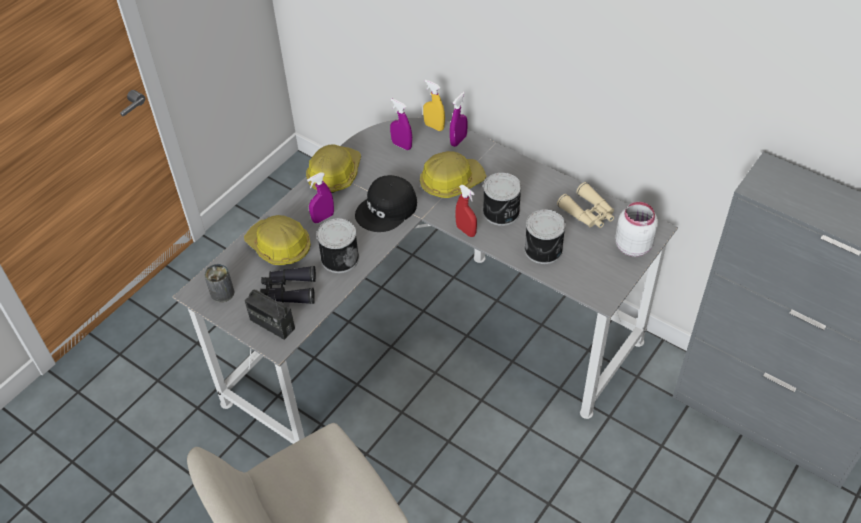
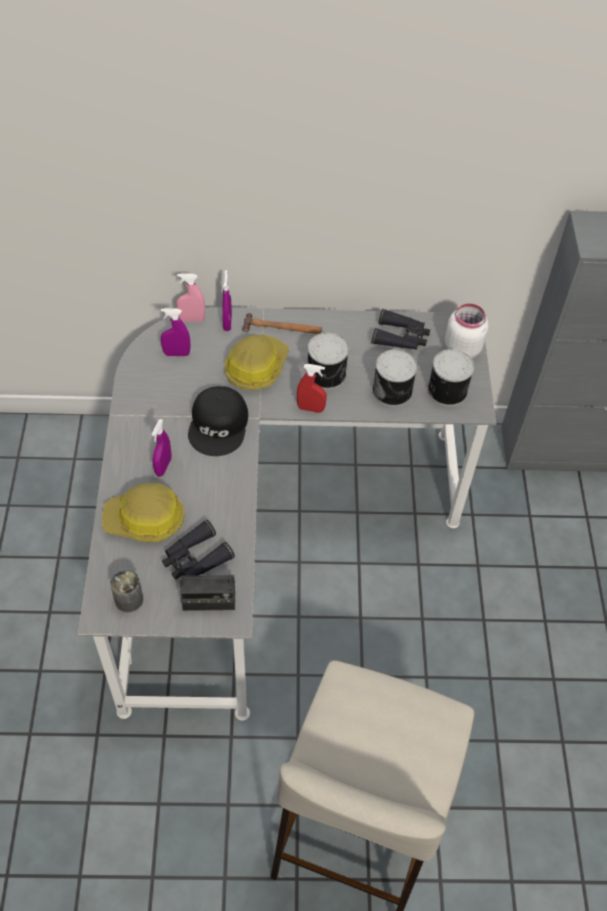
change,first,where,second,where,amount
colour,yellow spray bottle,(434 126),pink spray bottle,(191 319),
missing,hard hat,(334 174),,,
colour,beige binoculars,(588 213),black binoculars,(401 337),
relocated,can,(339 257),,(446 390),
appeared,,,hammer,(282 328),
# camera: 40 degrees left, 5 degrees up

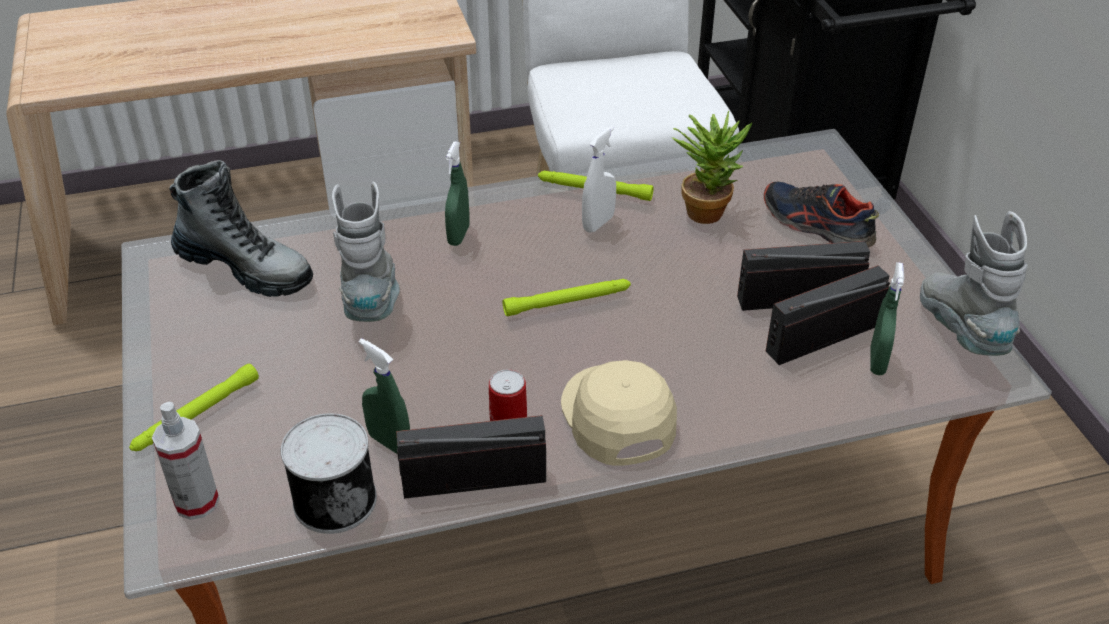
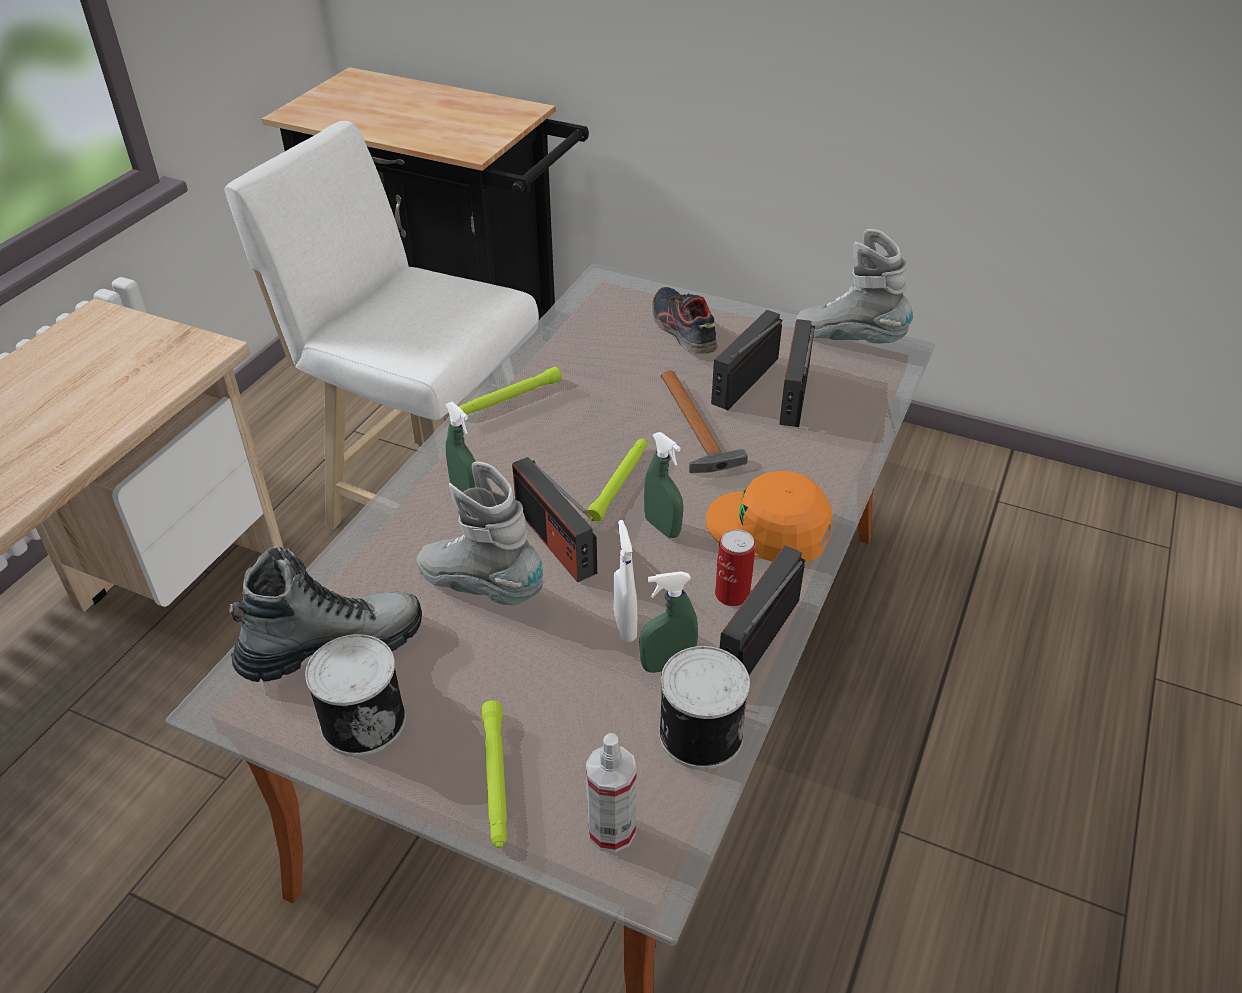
change,first,where,second,where,amount
missing,potted plant,(707 209),,,
relocated,white spray bottle,(598 223),,(624 626),
spun,shoe,(816 225),,(682 330),75 degrees clockwise
relocated,green spray bottle,(877 361),,(662 527),
colour,beige cap,(617 417),orange cap,(769 528),
appeared,,,hammer,(695 428),
appeared,,,radio,(555 540),
appeared,,,can,(363 719),
# camera: 50 degrees left, 0 degrees up

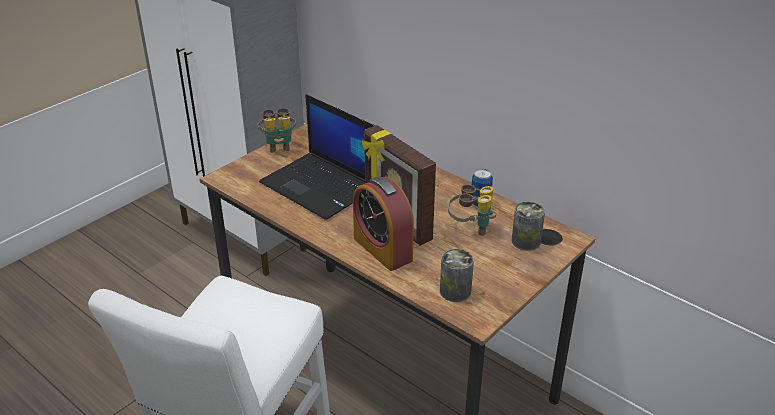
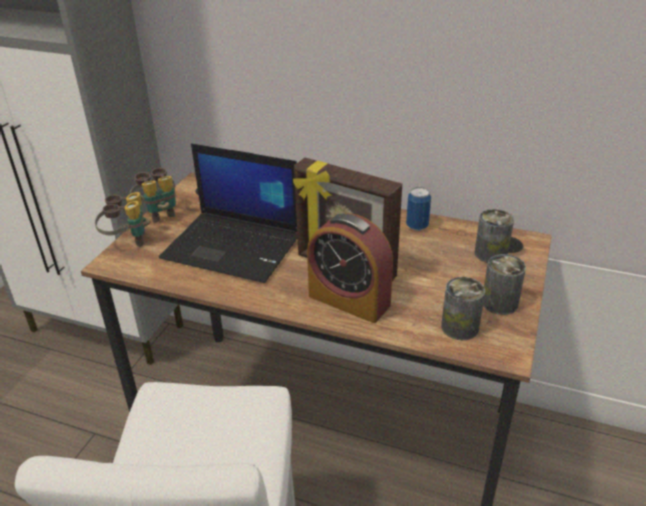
change,first,where,second,where,amount
relocated,binoculars,(470 227),,(127 241),
appeared,,,can,(499 303),
# camera: 20 degrees left, 0 degrees up

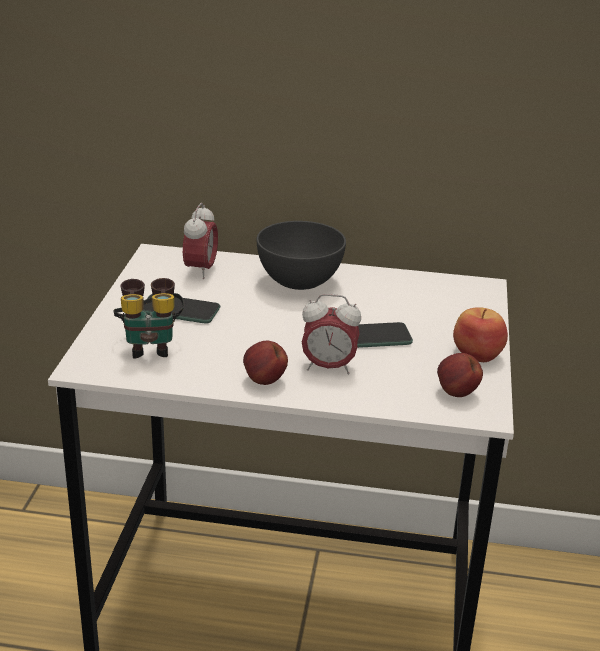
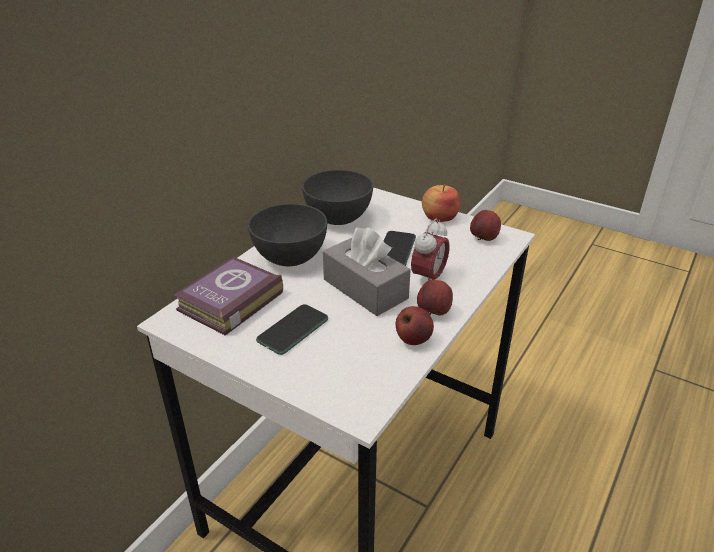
change,first,where,second,where,amount
exchanged,alarm clock,(200 270),book,(227 302),
missing,binoculars,(150 346),,,
appeared,,,grey bowl,(337 218),
appeared,,,grey tissue box,(365 289),
appeared,,,apple,(413 340),
# camera: 65 degrees left, 5 degrees up

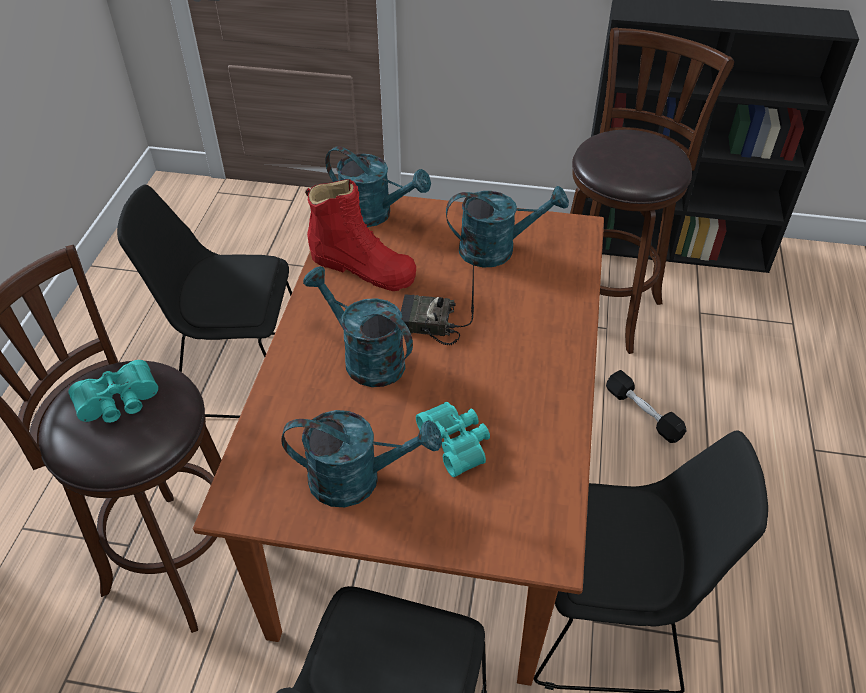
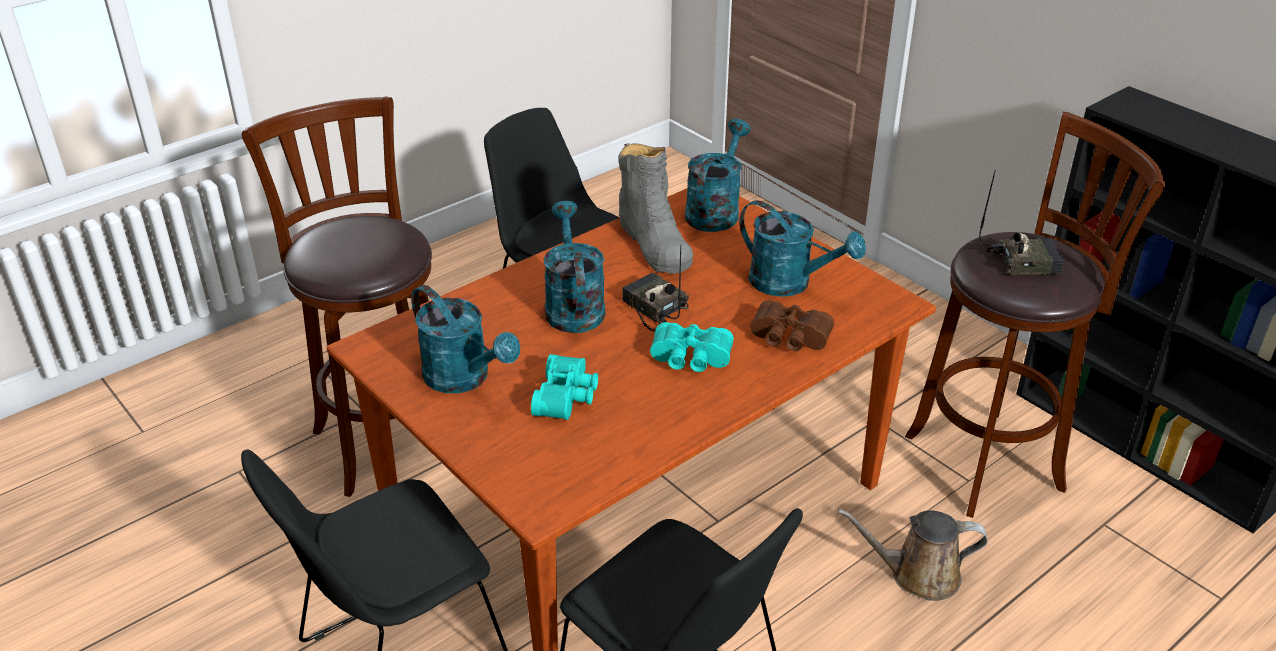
change,first,where,second,where,amount
spun,turquoise watering can,(375 214),,(715 210),135 degrees counterclockwise
colour,red boot,(362 267),grey boot,(654 243),
relocated,turquoise binoculars,(119 403),,(690 359),
exchanged,black dumbbell,(643 413),brown watering can,(917 575),
appeared,,,radio,(1023 261),
appeared,,,brown binoculars,(789 339),
# camera: 40 degrees right, 10 degrees down

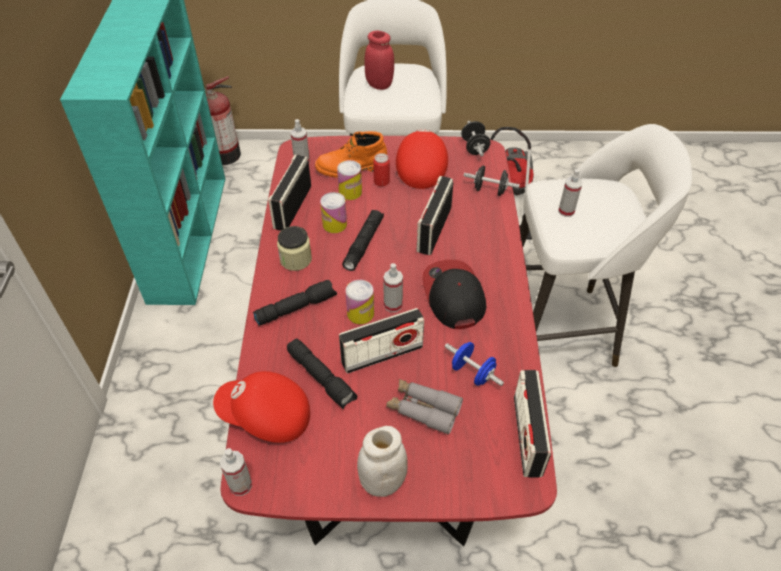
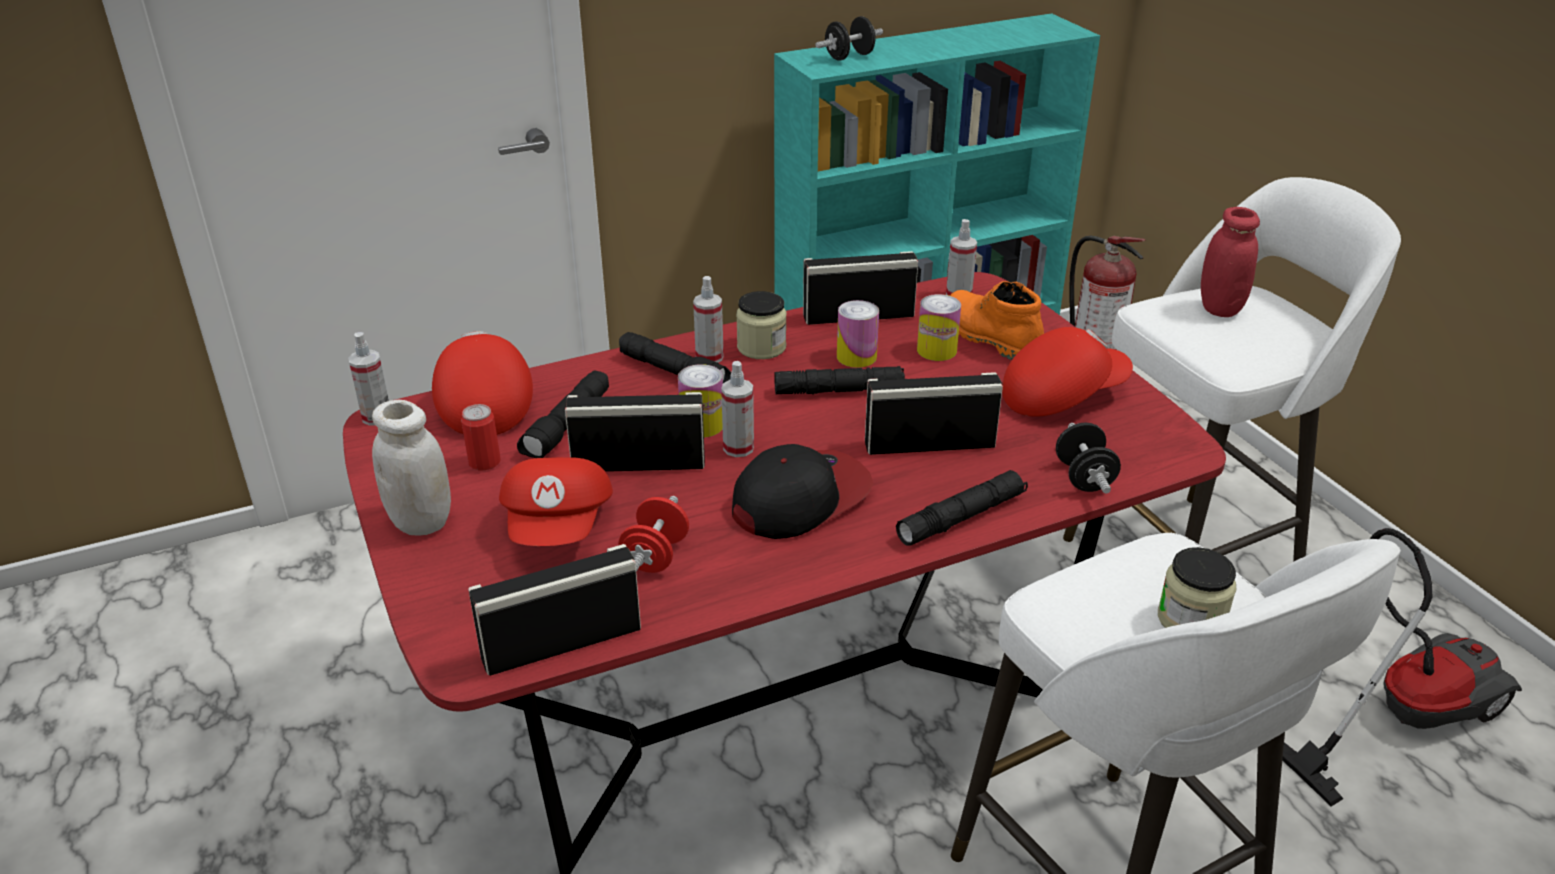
change,first,where,second,where,amount
relocated,black dumbbell,(474 147),,(849 57),
relocated,can,(381 181),,(484 462),
relocated,spray bottle,(566 211),,(709 357),
spun,radio,(382 354),,(638 463),135 degrees clockwise
colour,blue dumbbell,(472 372),red dumbbell,(655 556),
exchanged,grey binoculars,(423 409),red cap,(560 526),
appeared,,,black flashlight,(961 517),
appeared,,,jar,(1191 620),
# camera: 65 degrees right, 15 degrees down

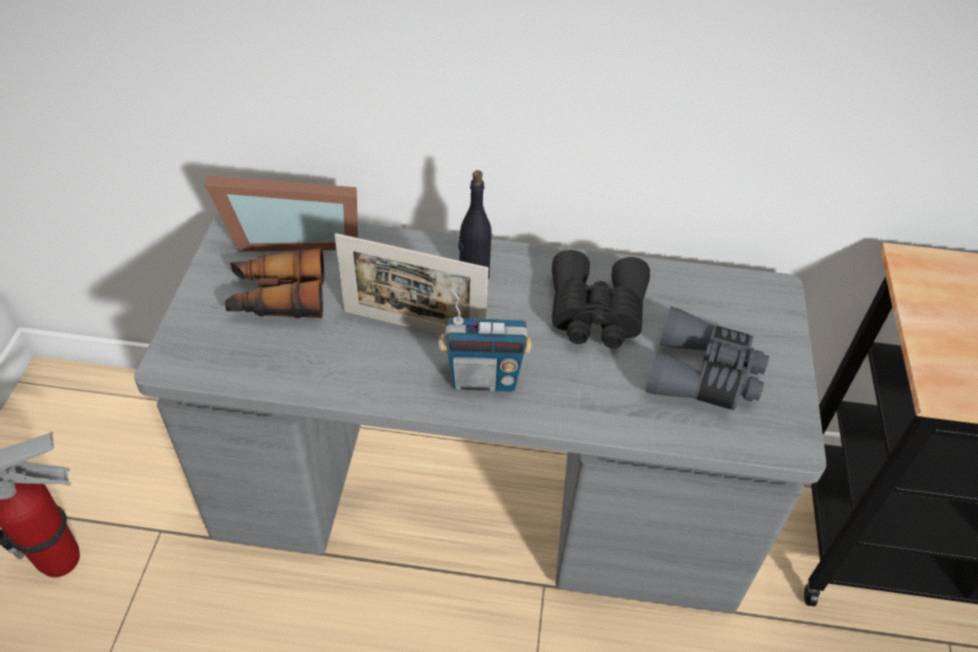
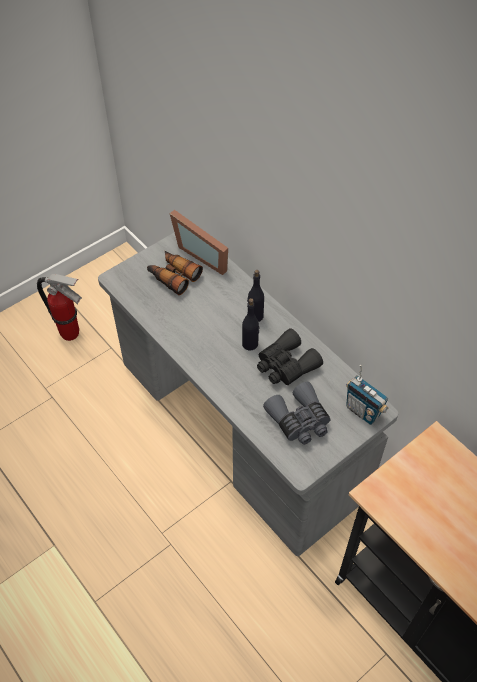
change,first,where,second,where,amount
missing,picture frame,(413 327),,,
relocated,radio,(483 379),,(363 411),
appeared,,,black bottle,(250 344),
# camera: 45 degrees right, 5 degrees up

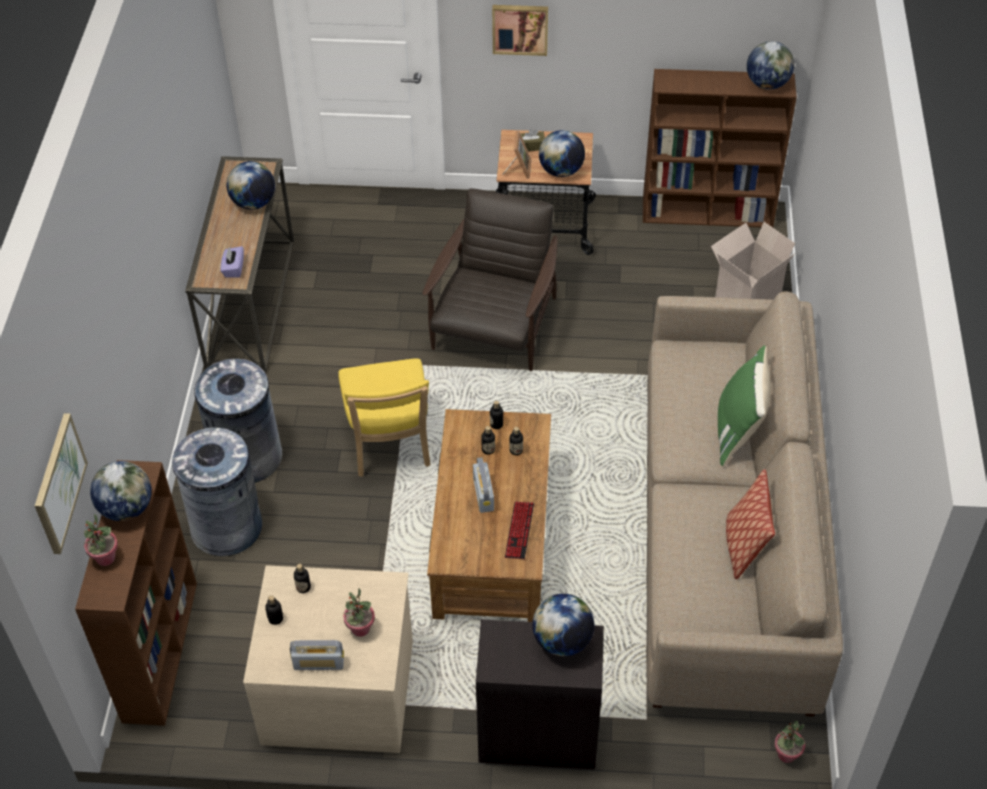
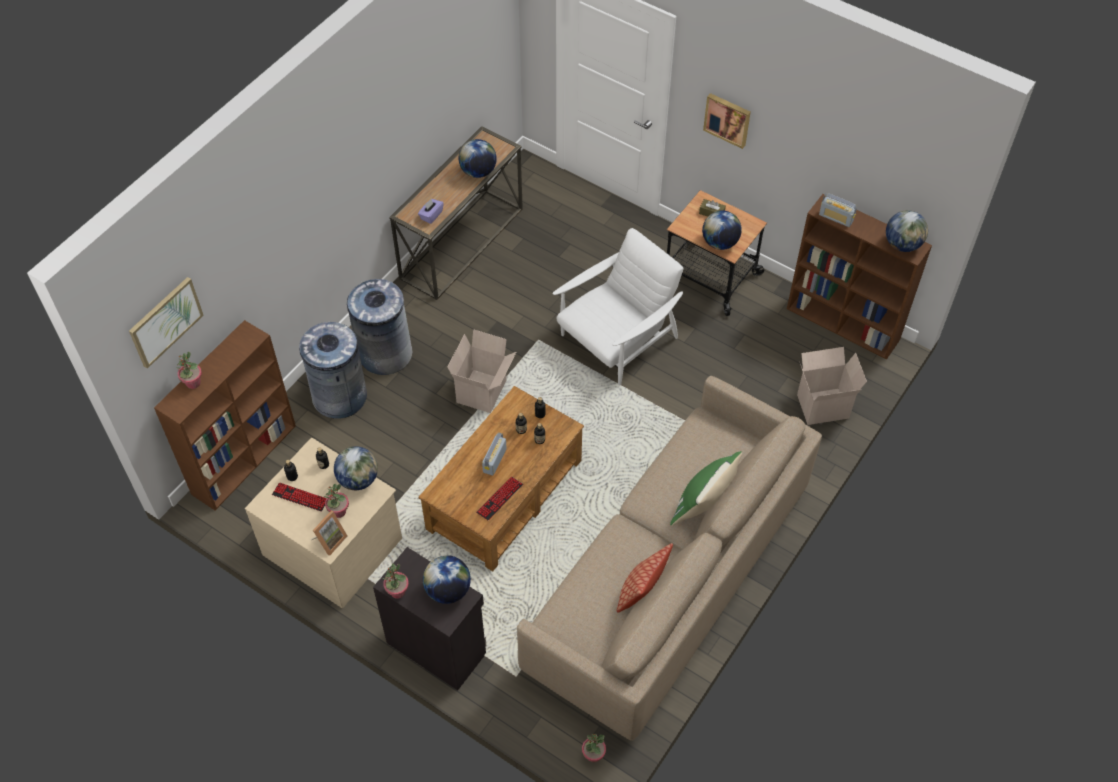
change,first,where,second,where,amount
relocated,picture frame,(518 169),,(330 540),
colour,brown armchair,(494 327),white armchair,(617 339),
exchanged,yellow chair,(389 446),cardboard box,(483 392),
relocated,globe,(126 508),,(358 479),
relocated,radio,(319 663),,(836 218),
appeared,,,keyboard,(300 497),
appeared,,,potted plant,(397 592),
# camera: 30 degrees right, 5 degrees up

